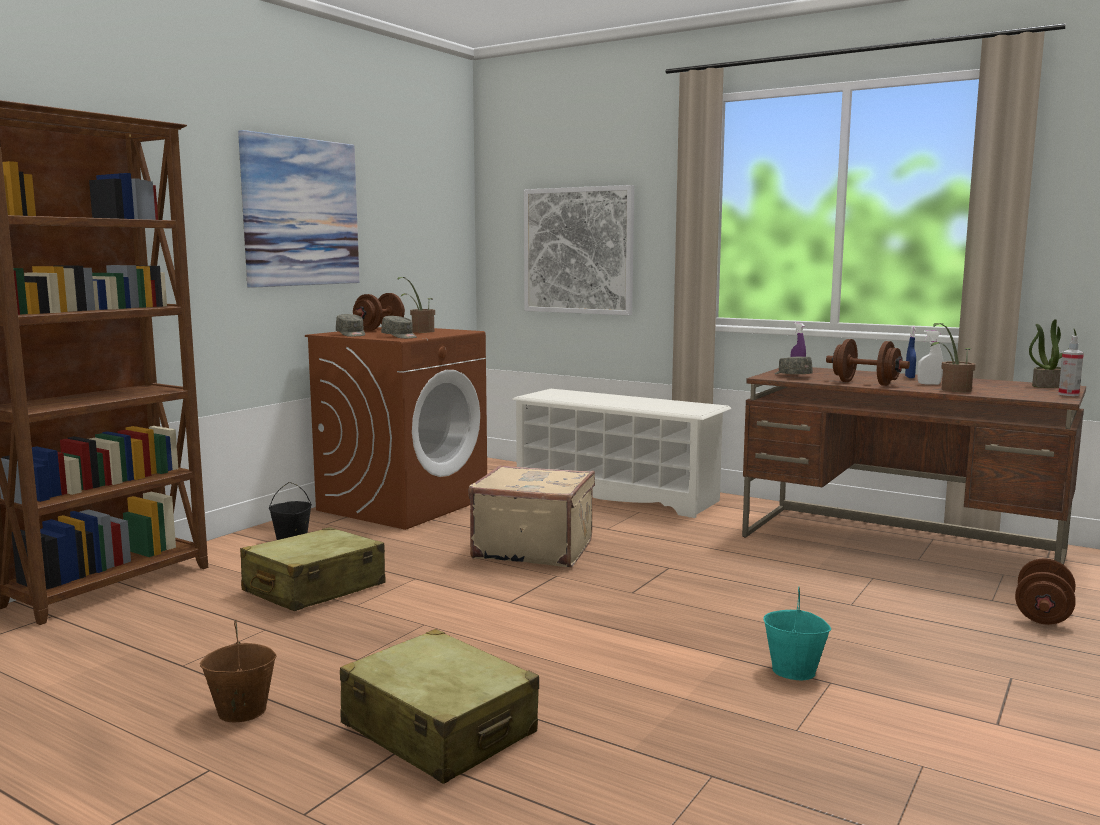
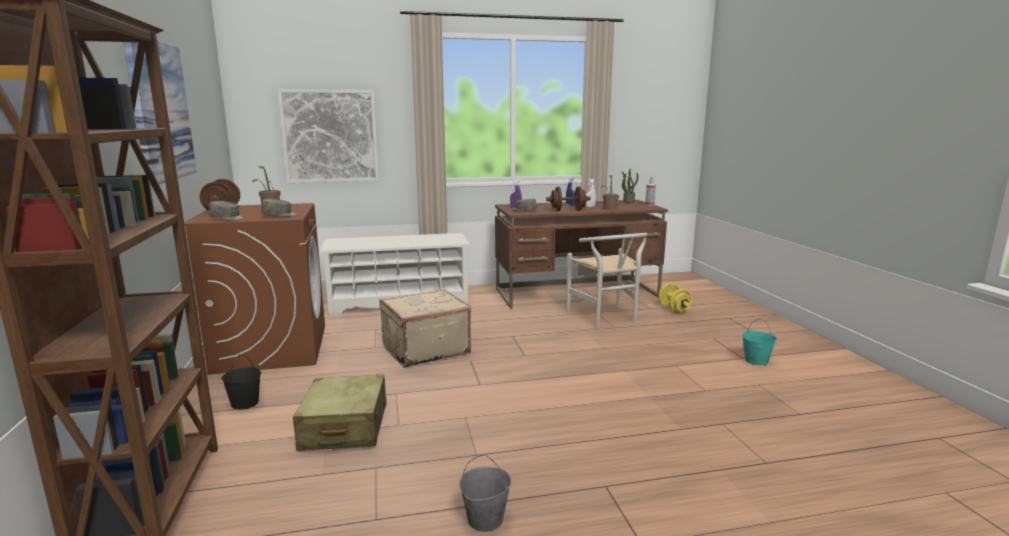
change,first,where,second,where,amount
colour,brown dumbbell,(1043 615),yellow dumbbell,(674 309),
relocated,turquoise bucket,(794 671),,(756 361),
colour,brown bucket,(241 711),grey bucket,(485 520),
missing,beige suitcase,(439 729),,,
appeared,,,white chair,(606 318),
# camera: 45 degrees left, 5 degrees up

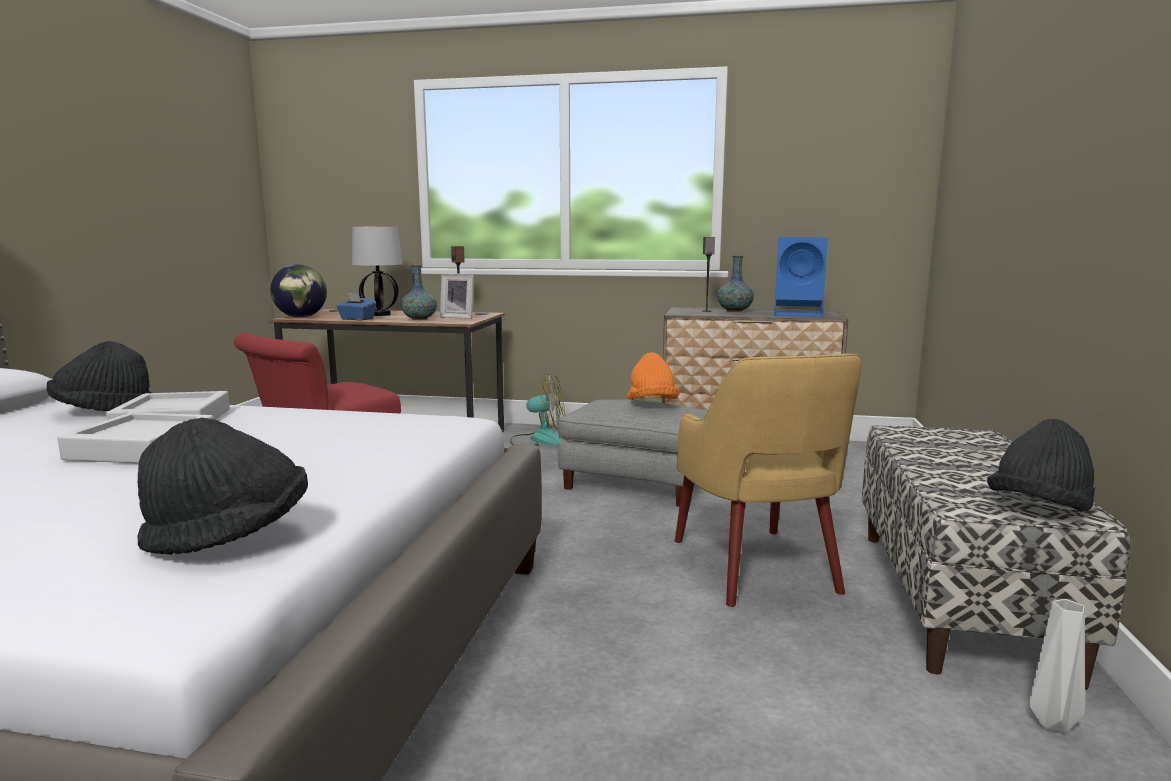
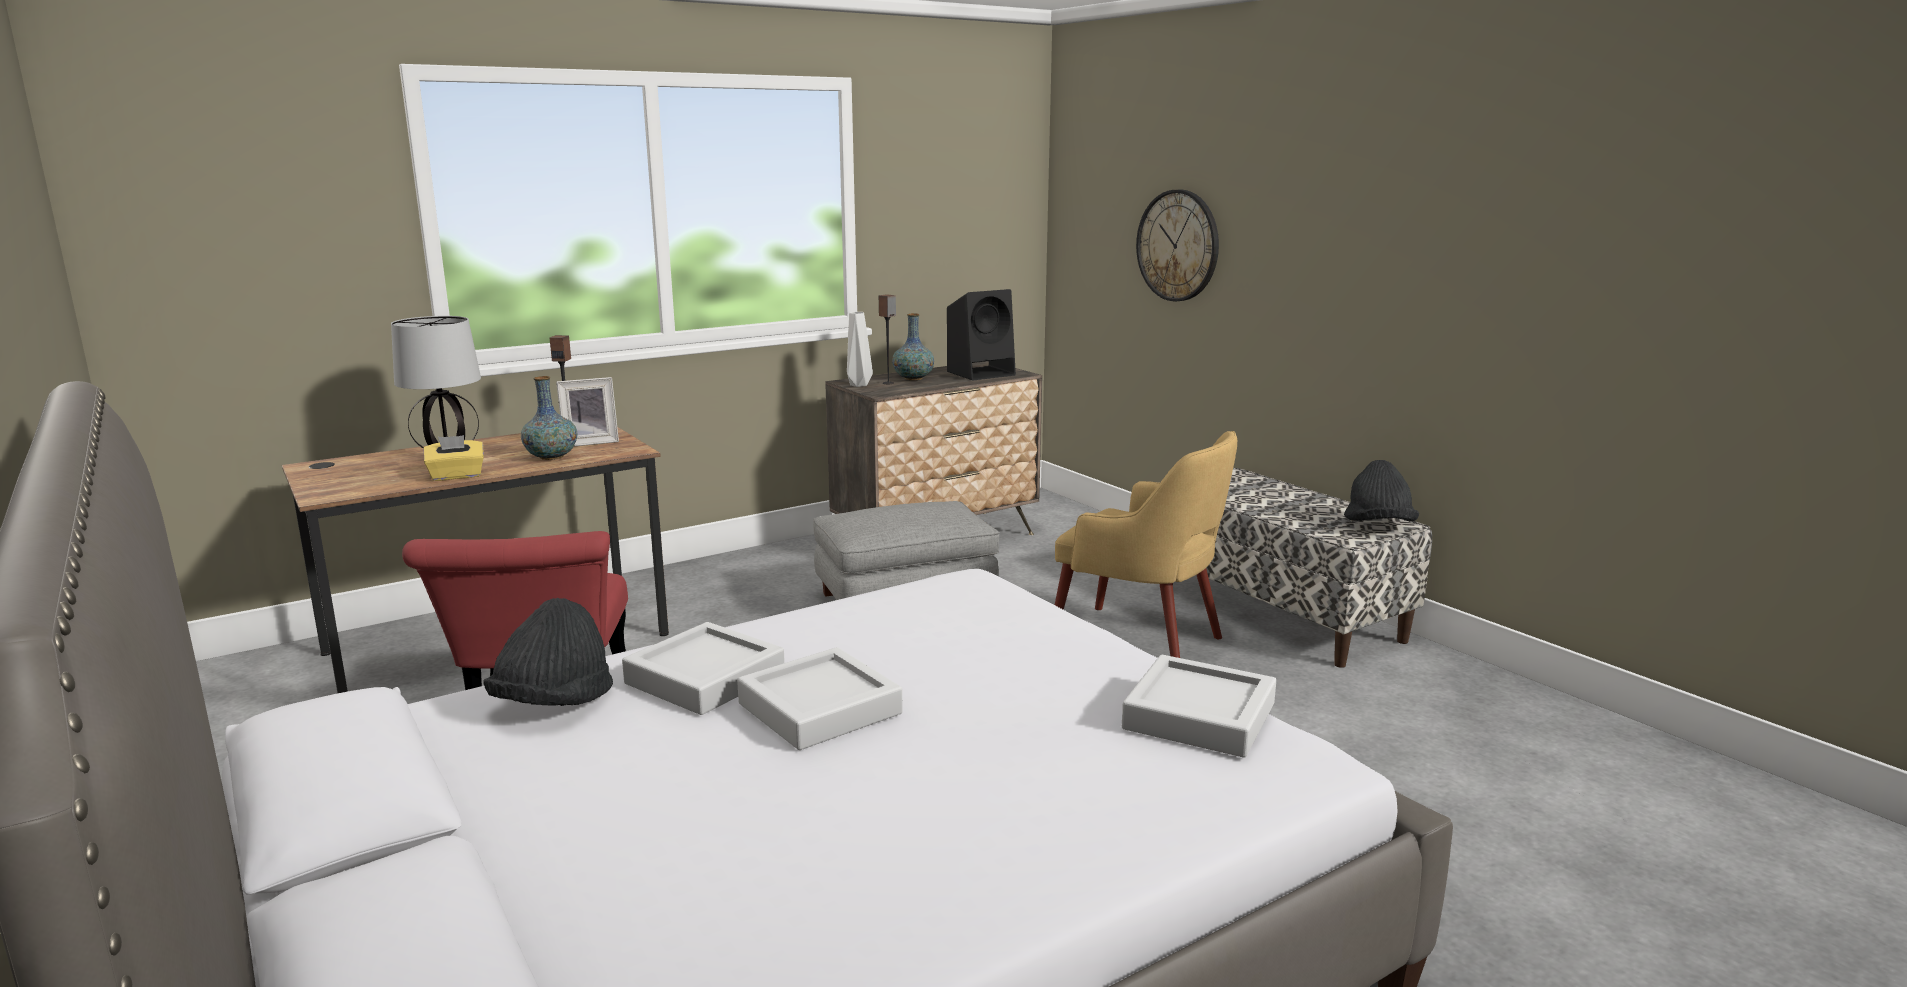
change,first,where,second,where,amount
colour,blue speaker,(799 314),black speaker,(982 373),
missing,globe,(301 317),,,
colour,blue tissue box,(357 319),yellow tissue box,(456 476),
missing,orange hat,(652 404),,,
missing,fan,(539 440),,,
exchanged,black hat,(231 536),grey tray,(1199 716),
relocated,grey vase,(1049 722),,(858 385),
appeared,,,wall clock,(1178 245),
# camera: 45 degrees left, 5 degrees up

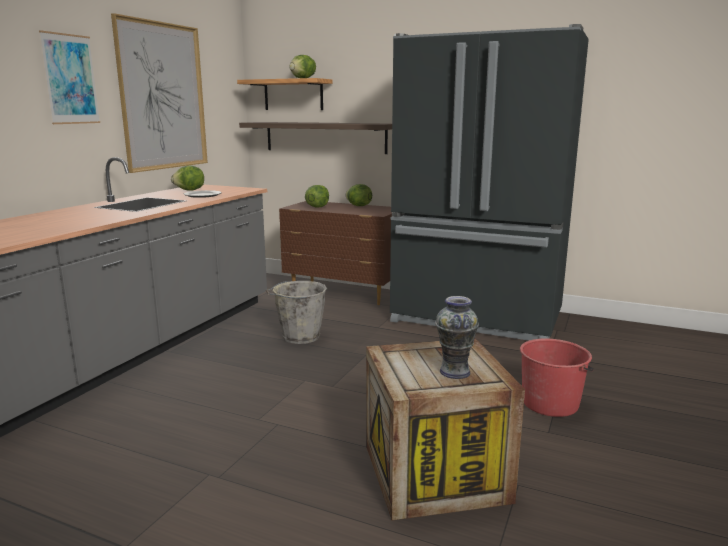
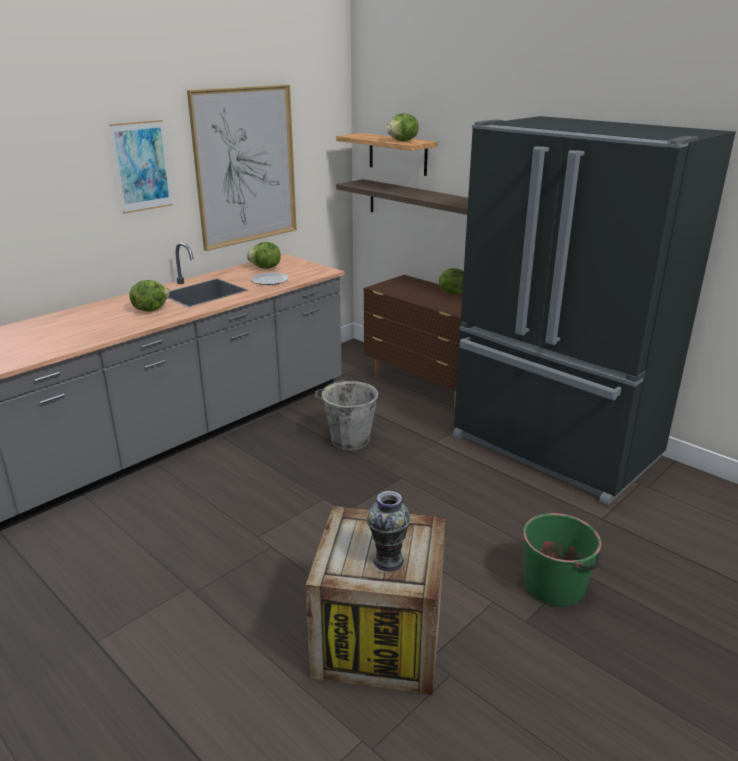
change,first,where,second,where,amount
relocated,lettuce,(317 207),,(150 309),
colour,red bucket,(550 403),green bucket,(555 585),
# camera: 20 degrees right, 10 degrees up

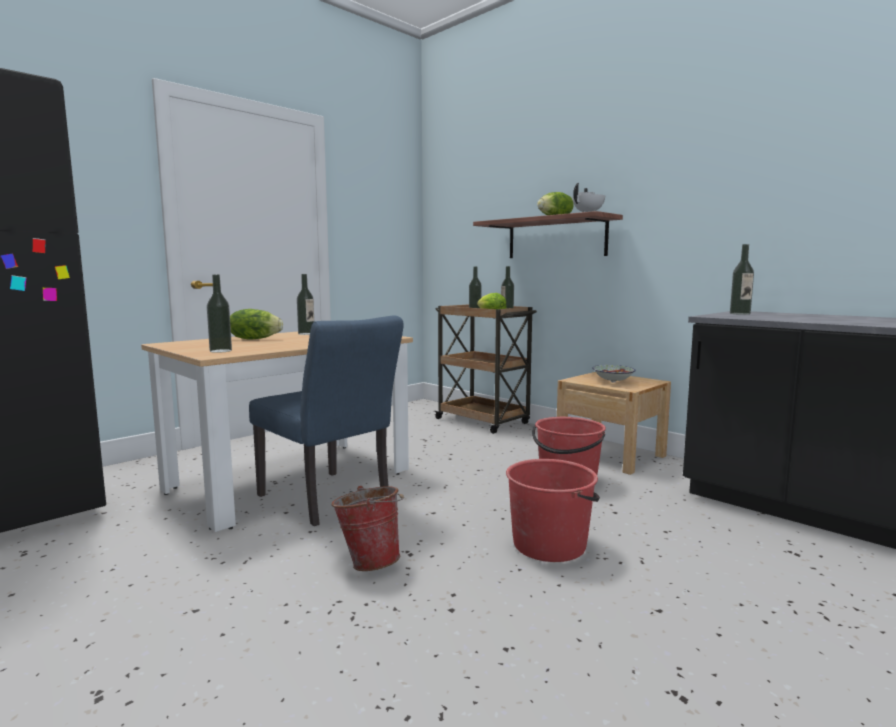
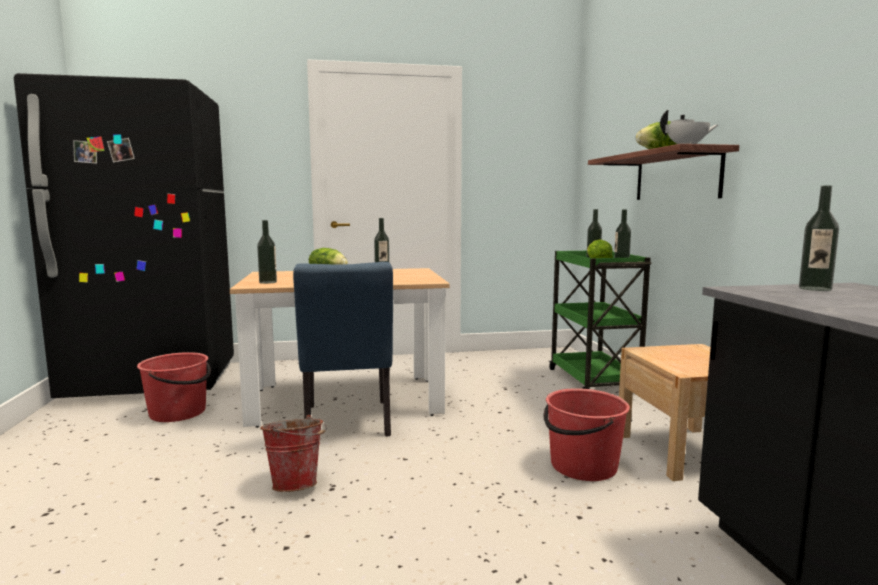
change,first,where,second,where,amount
colour,brown cart,(483 421),green cart,(593 381),
missing,bowl,(613 382),,,
relocated,red bucket,(550 544),,(178 413),
# camera: 35 degrees right, 0 degrees up

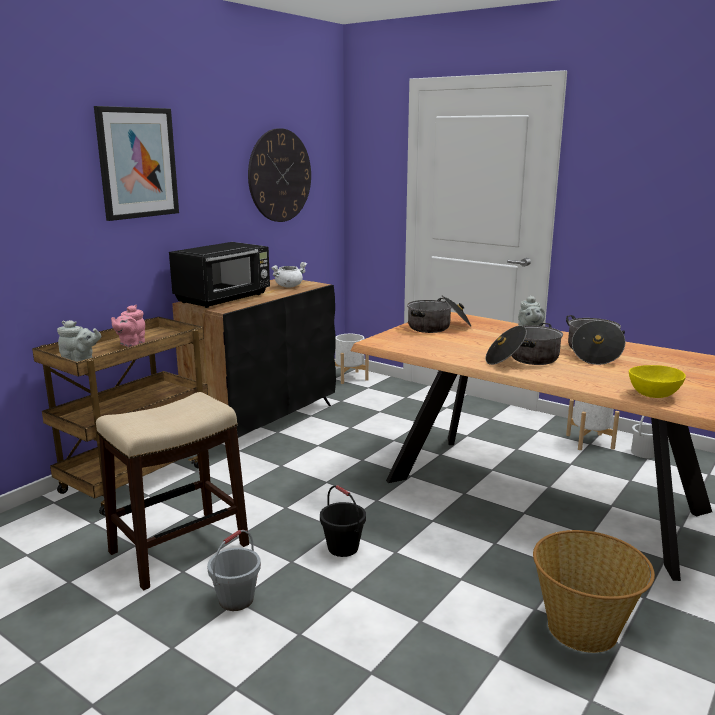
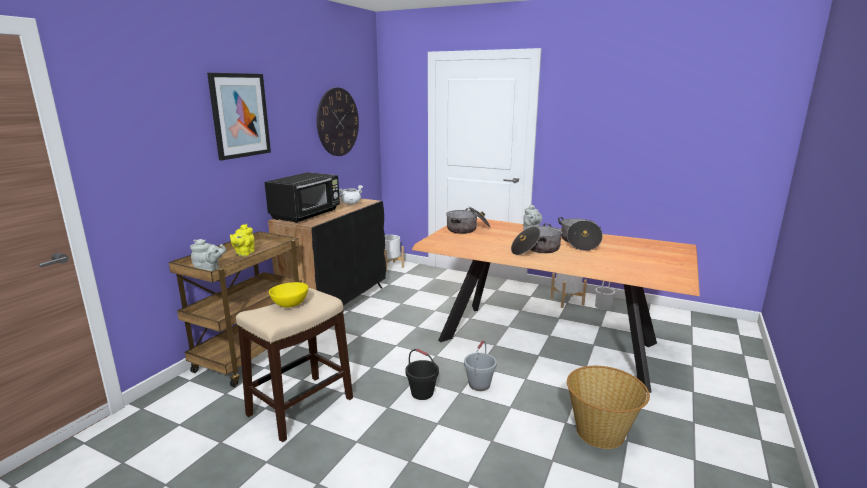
change,first,where,second,where,amount
colour,pink teapot,(131 344),yellow teapot,(244 253),
relocated,yellow bowl,(655 395),,(291 305),
relocated,grey bucket,(236 599),,(479 384),
# camera: 10 degrees left, 0 degrees up

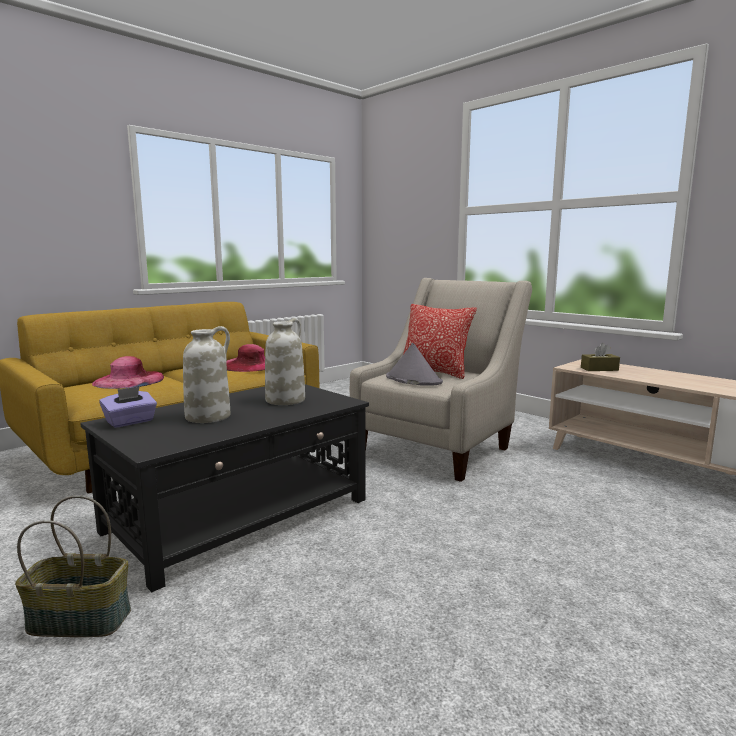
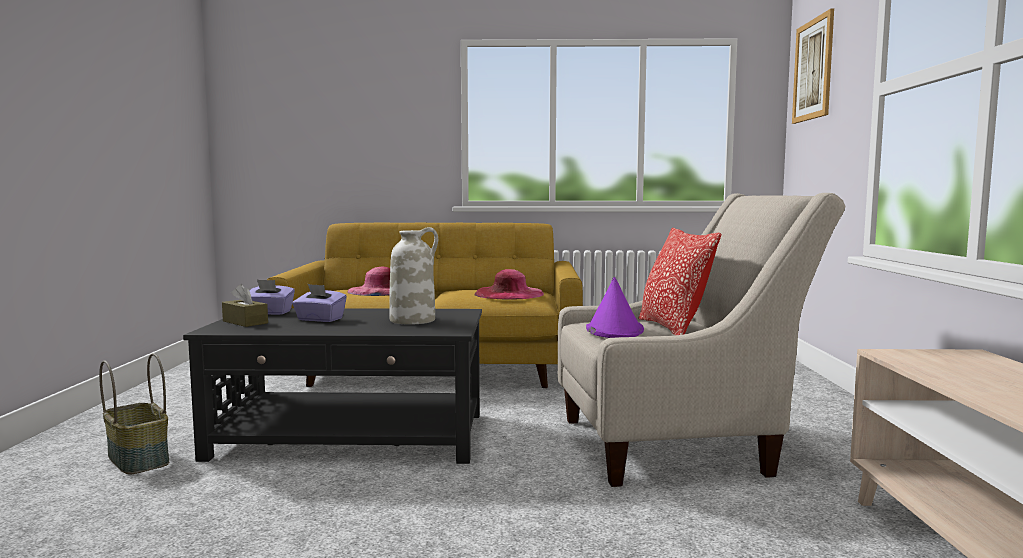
change,first,where,second,where,amount
exchanged,white vase,(208 416),purple tissue box,(320 319),
colour,grey hat,(413 380),purple hat,(614 330),
relocated,brown tissue box,(599 369),,(245 322),
appeared,,,picture,(813 69),
# camera: 45 degrees right, 5 degrees down

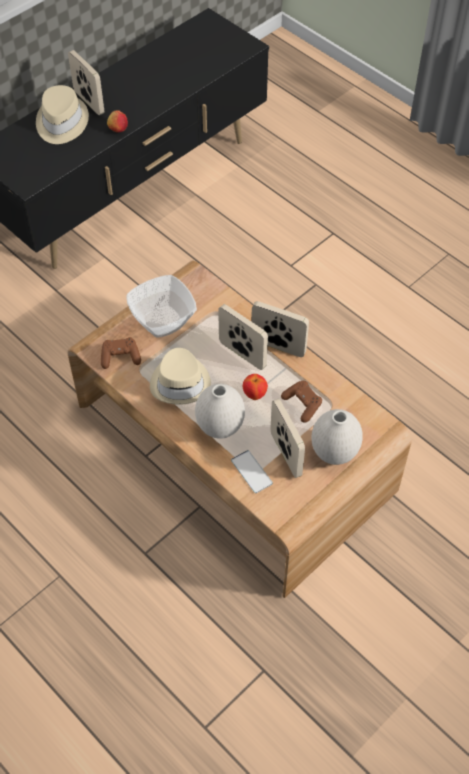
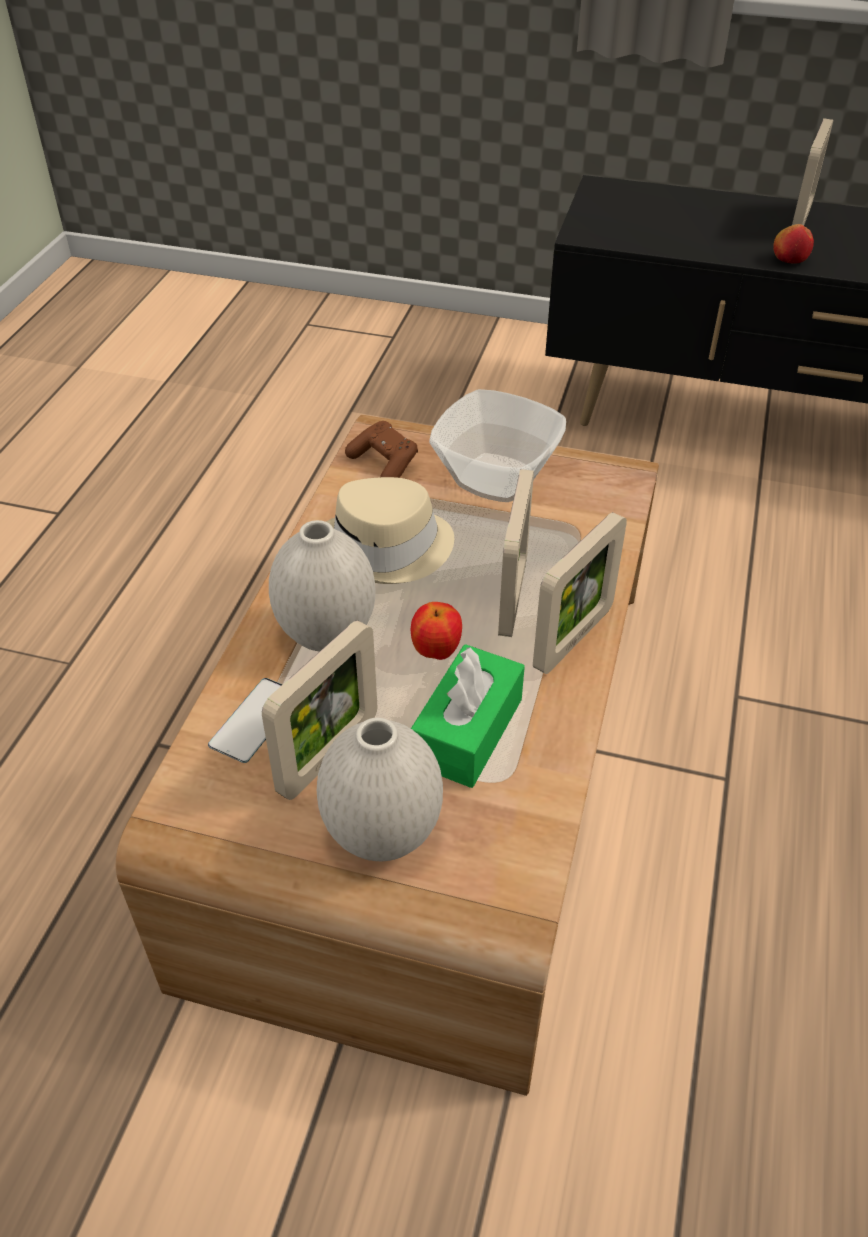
change,first,where,second,where,amount
missing,beige hat,(61 122),,,
spun,picture frame,(278 347),,(573 638),45 degrees clockwise
exchanged,brown game controller,(302 404),green tissue box,(467 731),
# camera: 60 degrees right, 10 degrees down

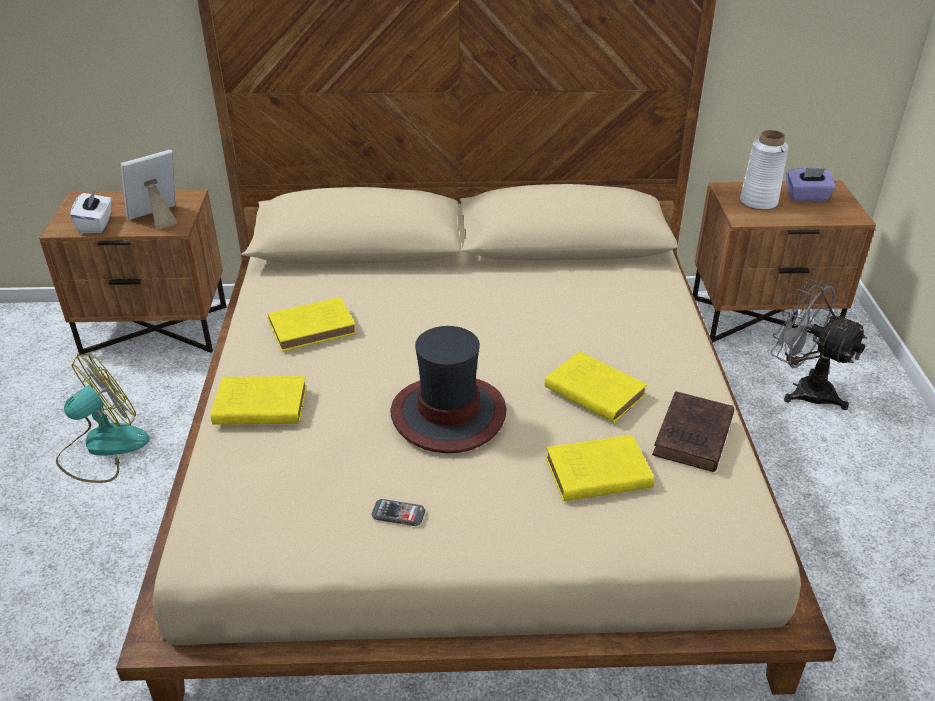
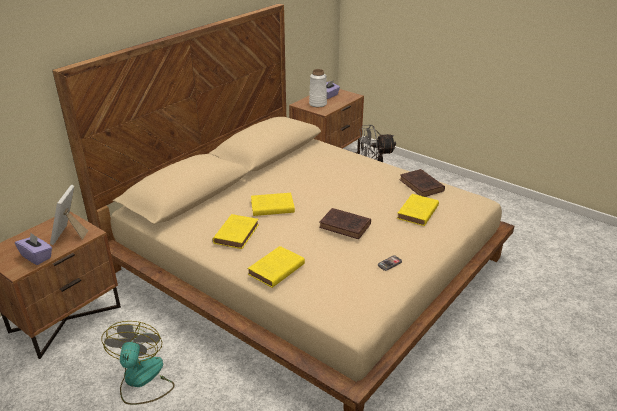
change,first,where,second,where,amount
colour,white tissue box,(96 224),purple tissue box,(37 257),
exchanged,hat,(448 414),brown book,(346 226),
relocated,yellow book,(592 390),,(271 207),
# camera: 50 degrees left, 5 degrees down

